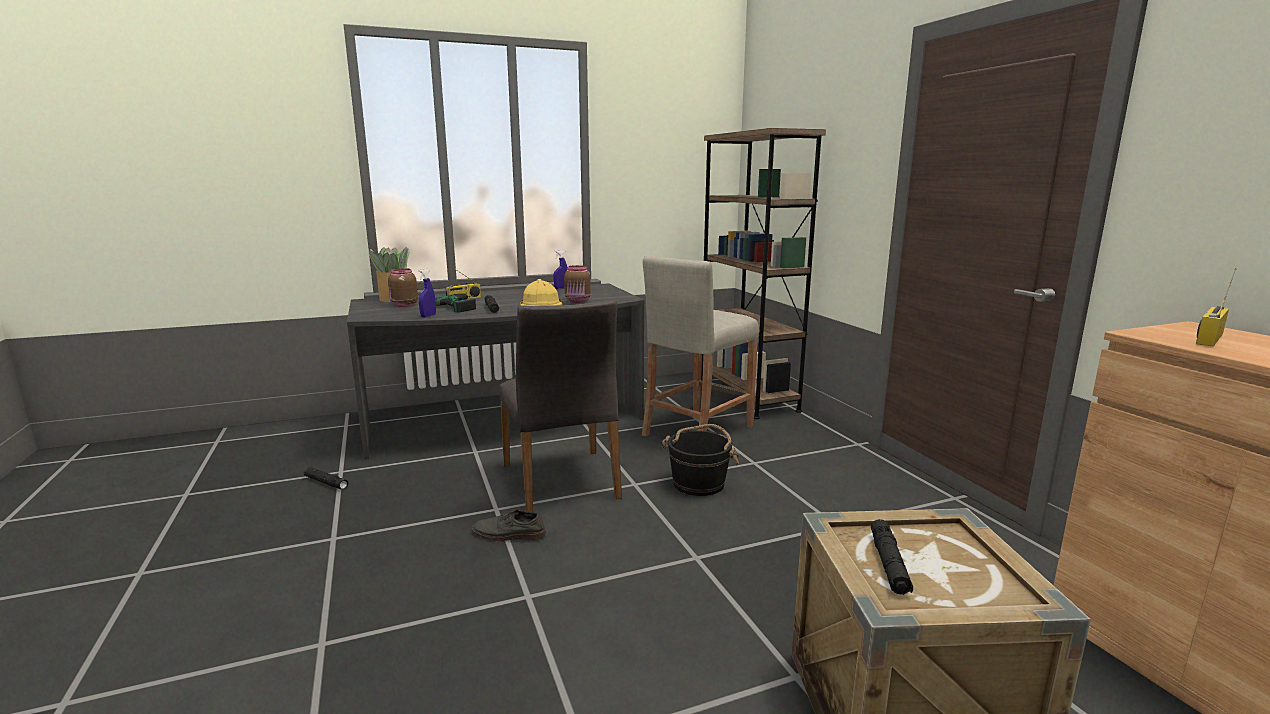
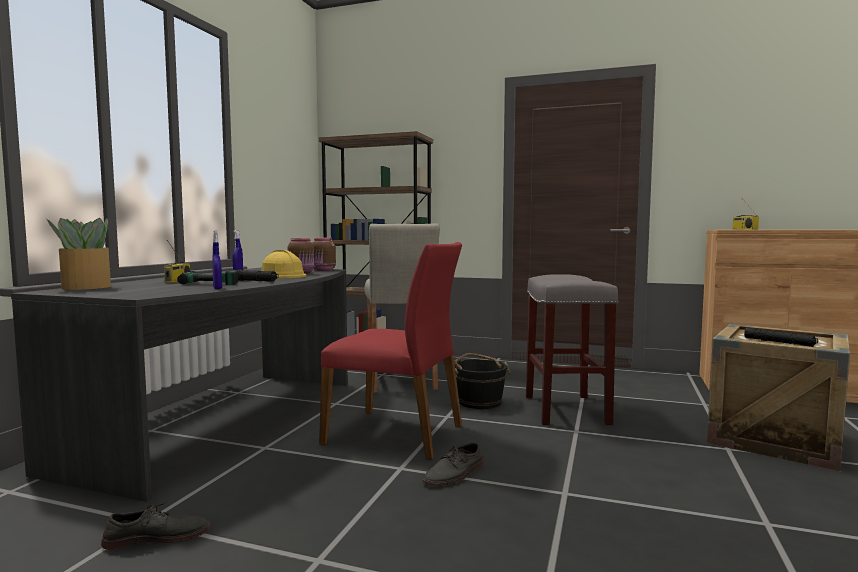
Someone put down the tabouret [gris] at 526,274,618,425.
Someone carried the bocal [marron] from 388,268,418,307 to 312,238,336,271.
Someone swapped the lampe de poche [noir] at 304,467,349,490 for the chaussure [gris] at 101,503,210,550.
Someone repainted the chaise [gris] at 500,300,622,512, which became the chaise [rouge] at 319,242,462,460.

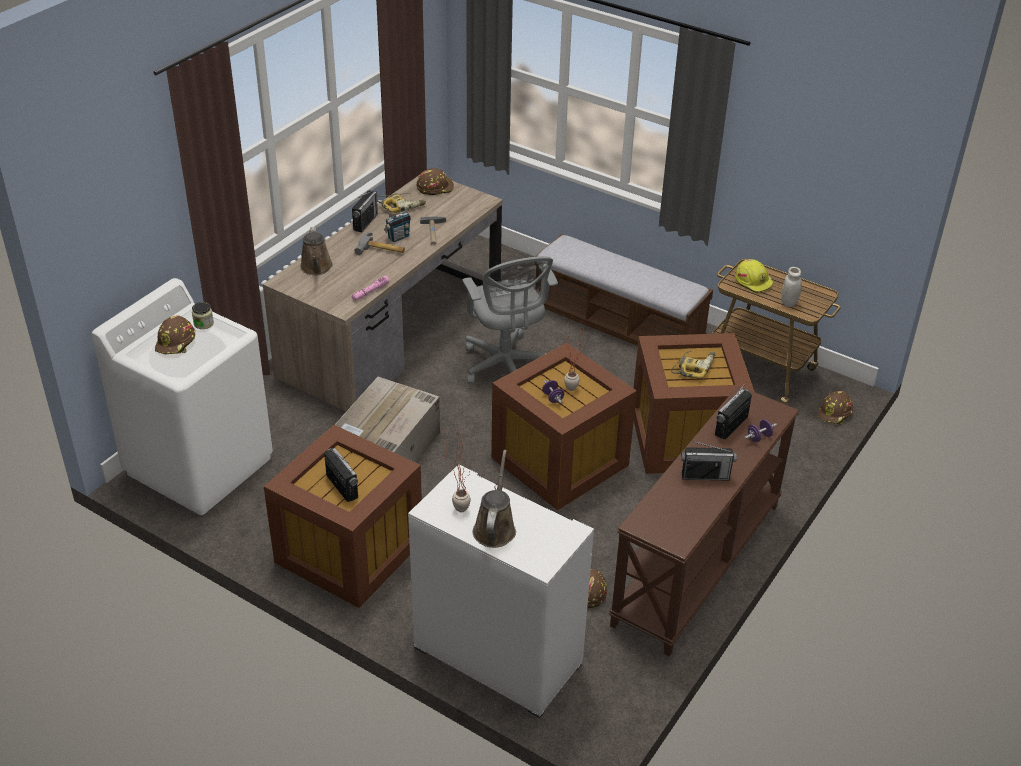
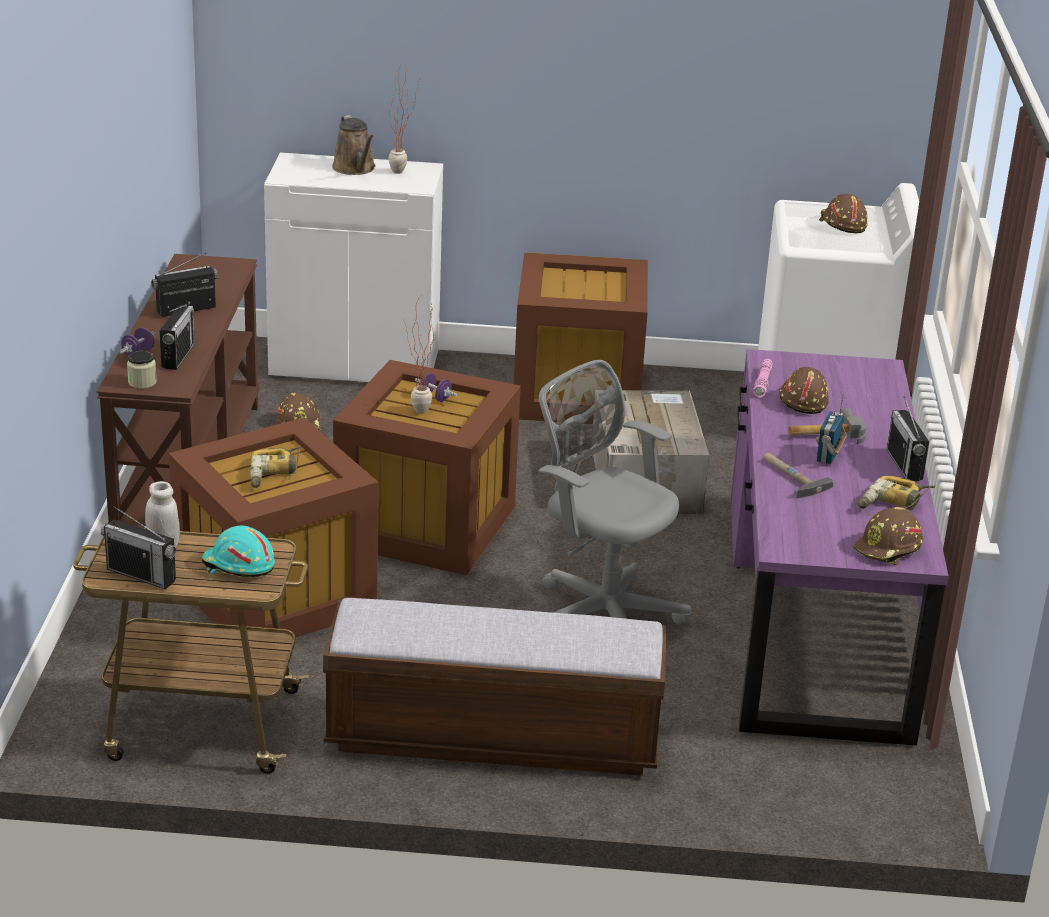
Someone took away the arrosoir [marron] at 300,227,333,275.
Someone carried the bocal from 192,302,214,329 to 127,351,157,389.
Someone carried the radio from 324,448,358,502 to 101,506,176,589.
Someone carried the casque de chantier [marron] from 817,391,854,425 to 779,367,829,414.
Someone repainted the bureau [marron] at 263,176,503,412, which became the bureau [violet] at 730,349,949,746.
Someone repainted the casque de chantier [jaune] at 735,259,773,293, which became the casque de chantier [turquoise] at 202,526,275,577.

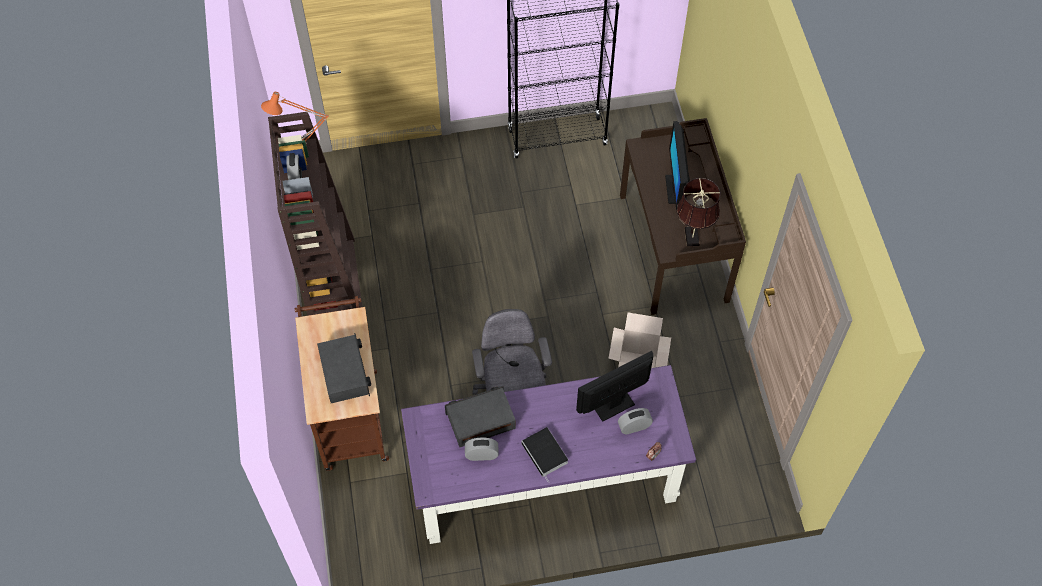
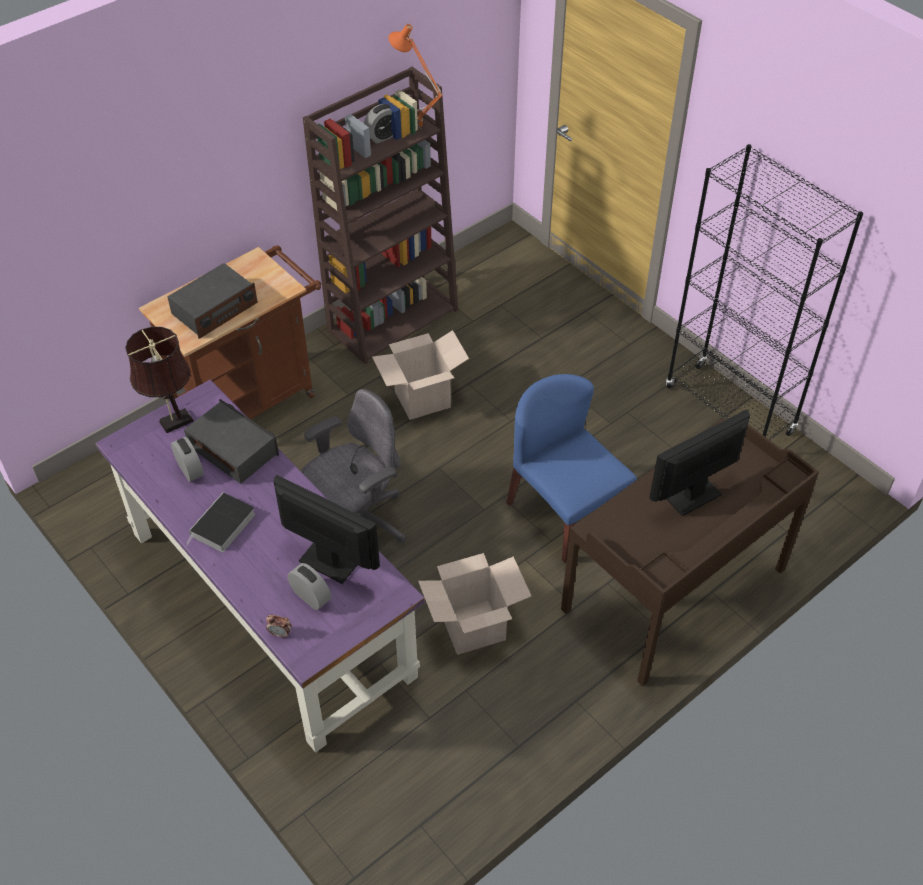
Someone put down the carton at 372,330,469,420.
Someone put down the chaise [bleu] at 506,374,637,563.
Someone carried the lampe de table [marron] from 677,178,721,246 to 125,327,194,433.

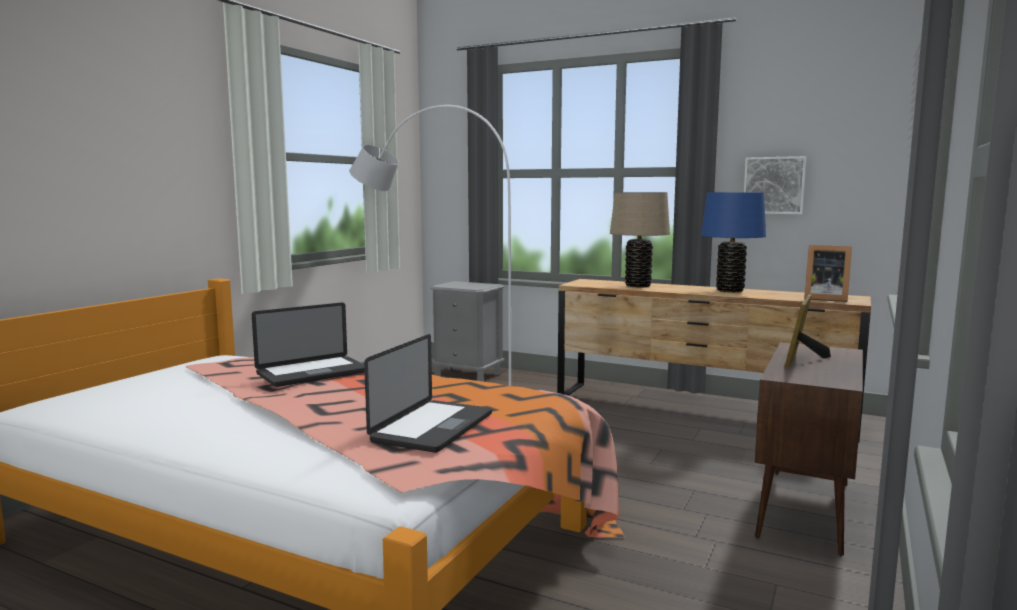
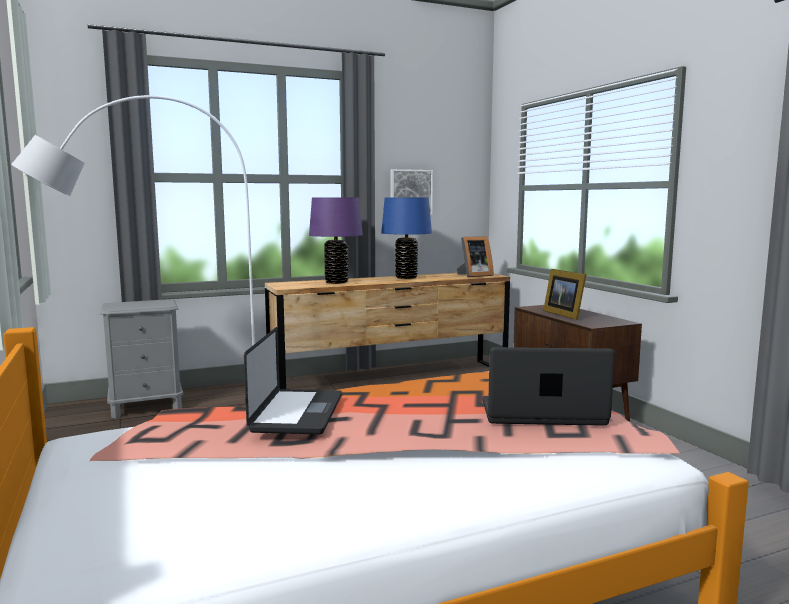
Someone repainted the lampe de table [beige] at 610,192,670,287, which became the lampe de table [violet] at 309,197,363,284.
Someone rotated the ordinateur portable at 364,334,492,453 by 60 degrees counterclockwise.

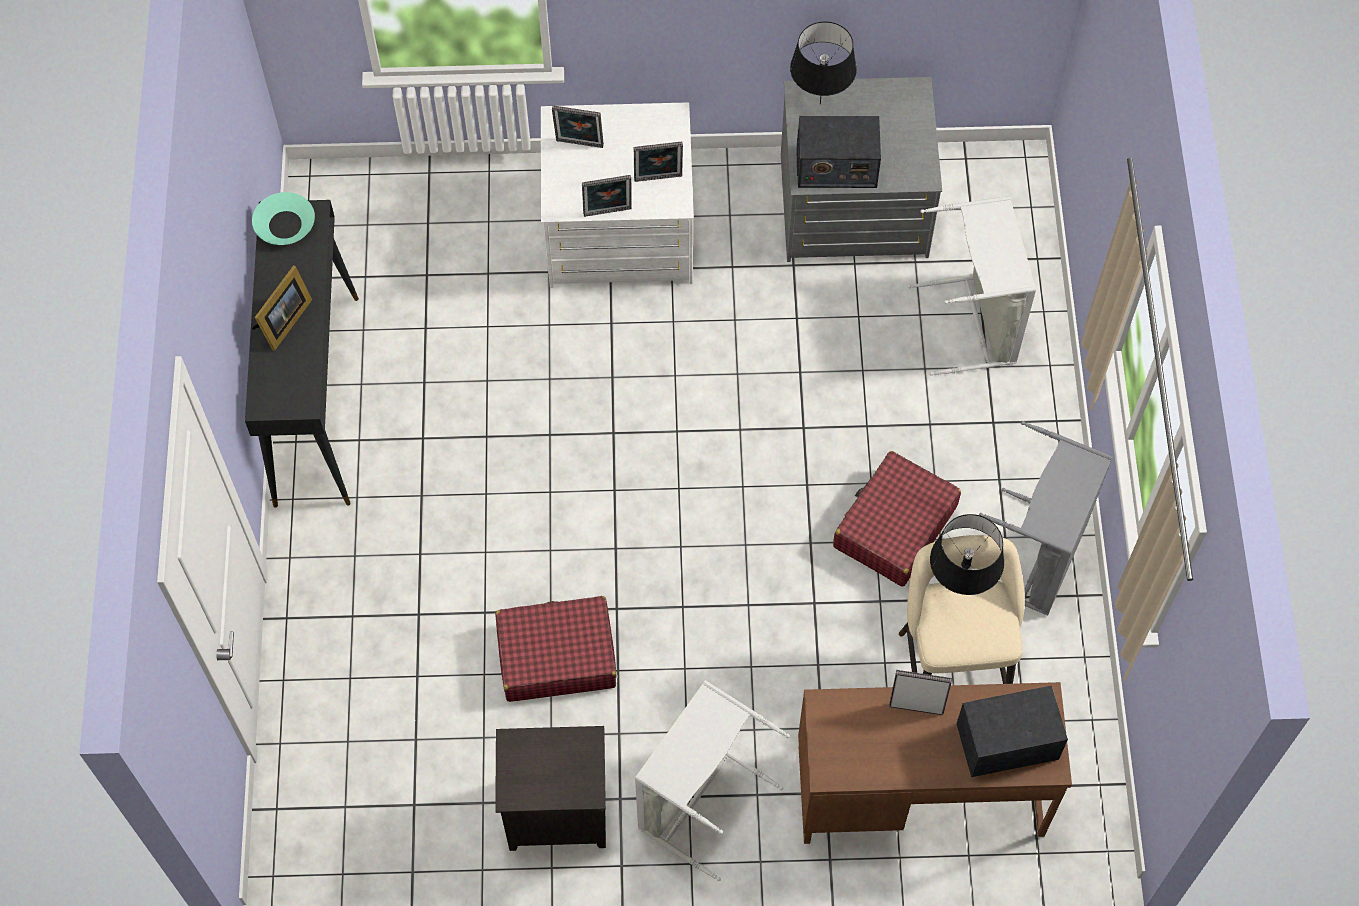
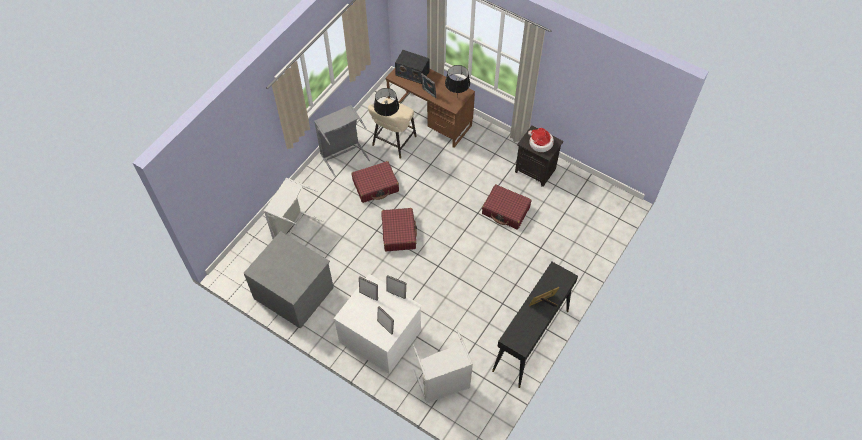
Someone took away the bol [turquoise] at 252,192,315,245.
Someone took away the radio at 796,116,881,188.
Someone put down the valise [rouge] at 381,208,417,251.
Someone put down the chapeau at 528,128,554,152.
Someone carried the panier à linge [gris] from 635,680,790,881 to 413,329,473,404.
Someone carried the lampe de table [noir] from 790,22,857,104 to 445,65,470,93.

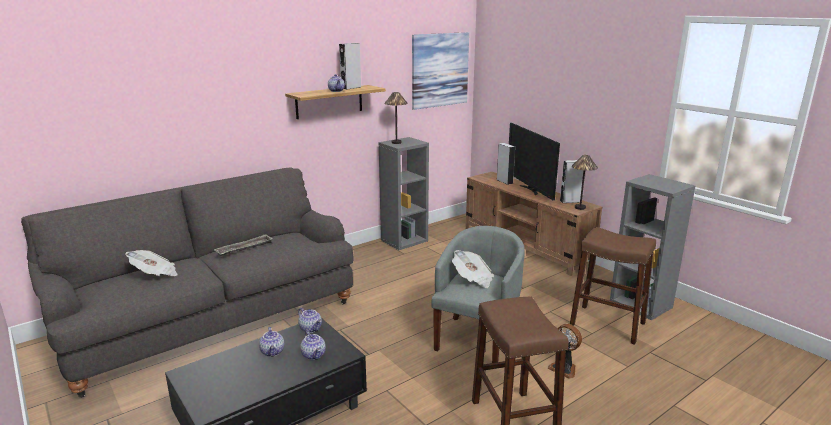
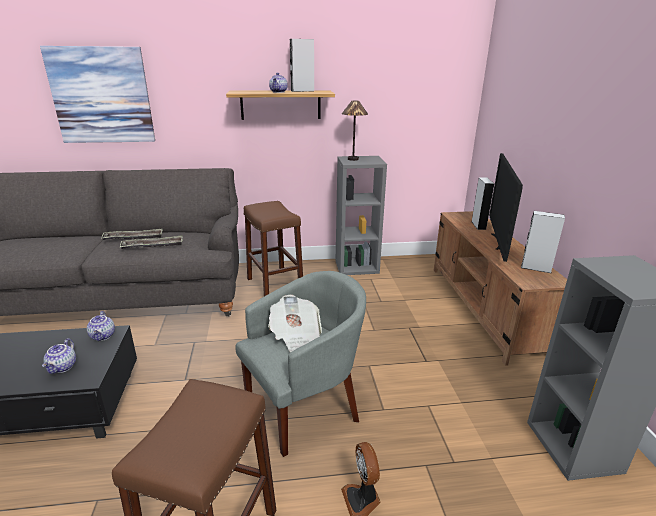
Someone took away the journal at 125,250,178,276.
Someone took away the théière at 259,327,284,357.
Someone took away the lampe de table at 572,155,598,210.
Someone put down the plateau at 120,235,183,249.
Someone carried the tableau from 412,32,469,110 to 40,46,155,143.
Someone carried the tabouret [marron] from 570,227,656,345 to 244,201,303,296.

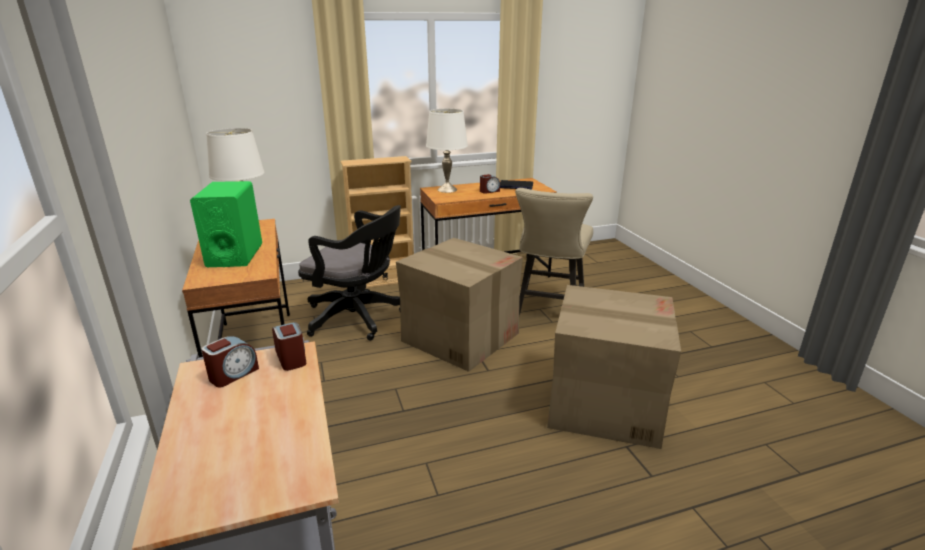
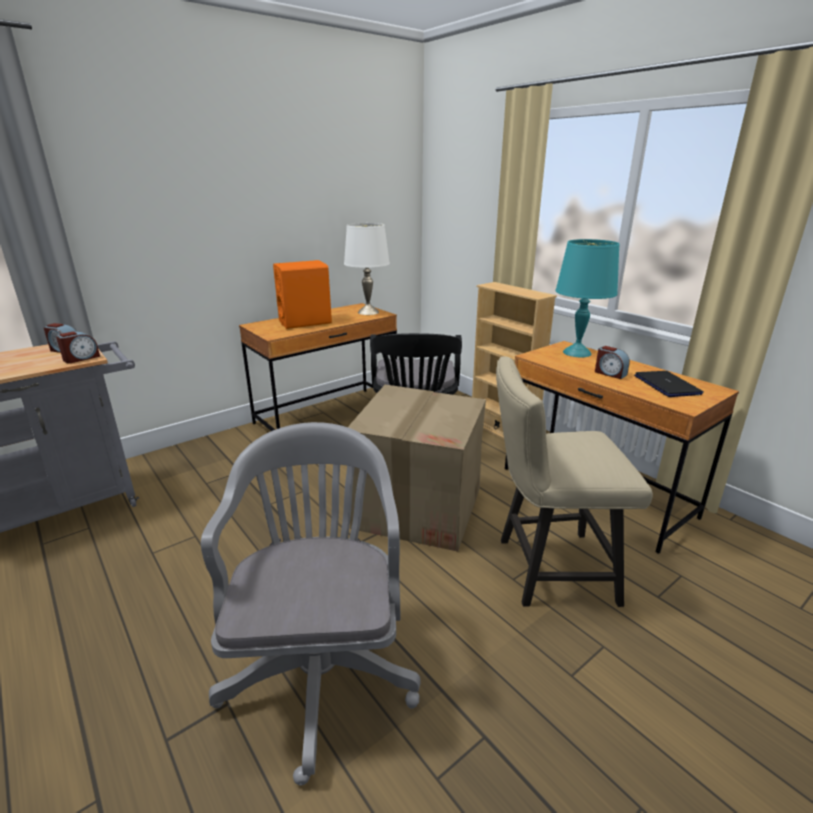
Someone swapped the carton at 547,285,681,449 for the chaise de bureau [gris] at 201,422,421,786.
Someone repainted the enceinte [vert] at 190,181,262,267, which became the enceinte [orange] at 273,260,332,329.
Someone repainted the lampe de table [blanc] at 426,109,468,193, which became the lampe de table [turquoise] at 555,239,620,357.

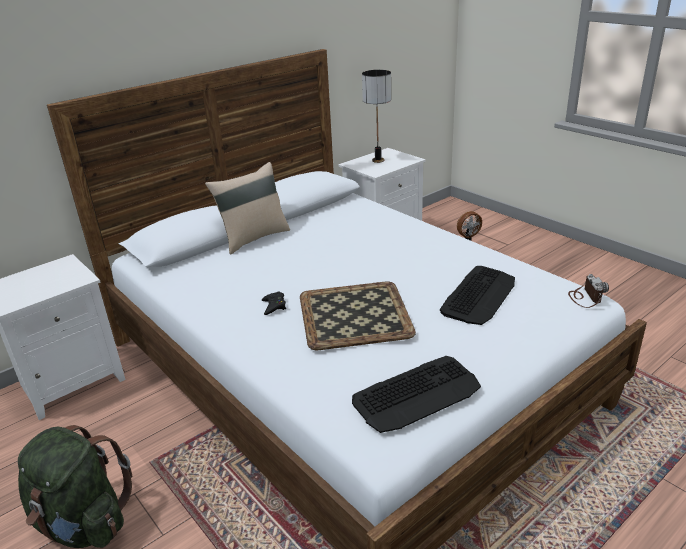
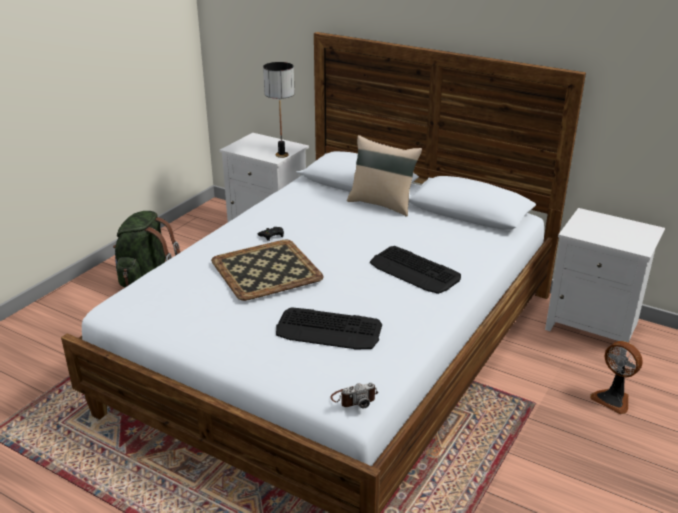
Someone carried the clavier from 352,356,481,433 to 370,246,461,294.
Someone carried the lampe de table from 362,70,391,163 to 263,62,294,158.

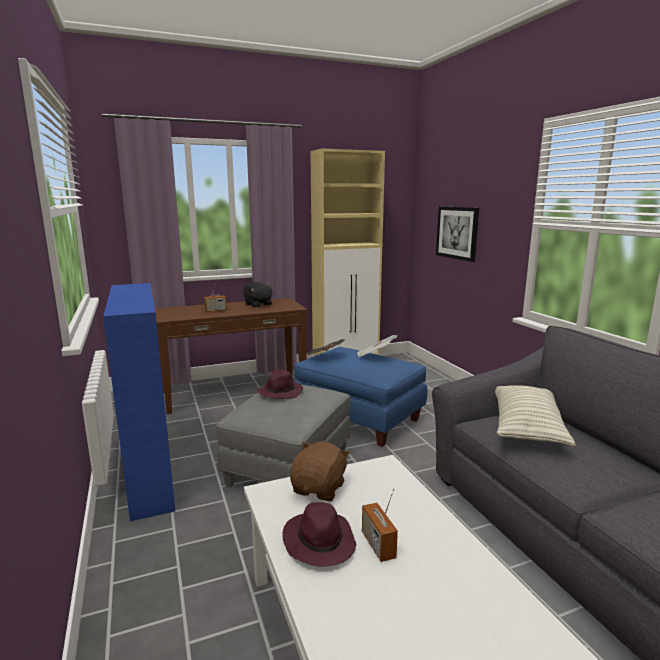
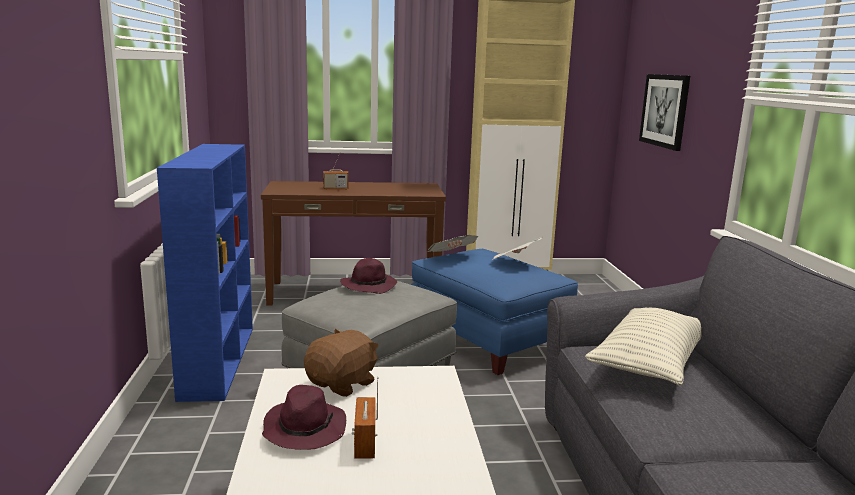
Someone took away the peluche [noir] at 244,282,273,307.

